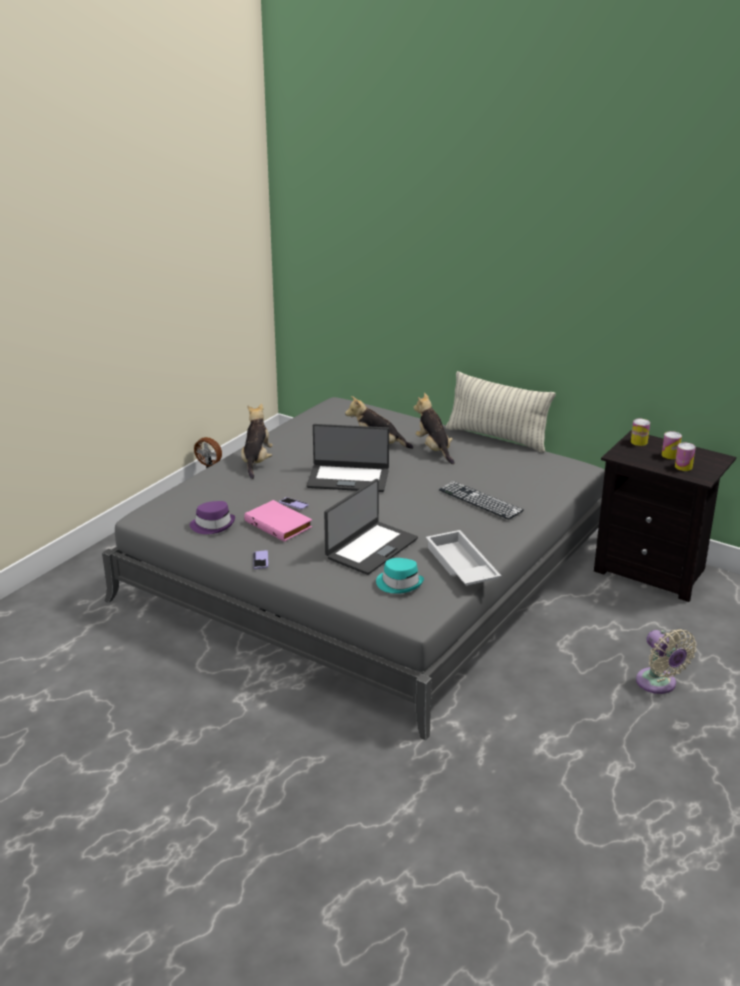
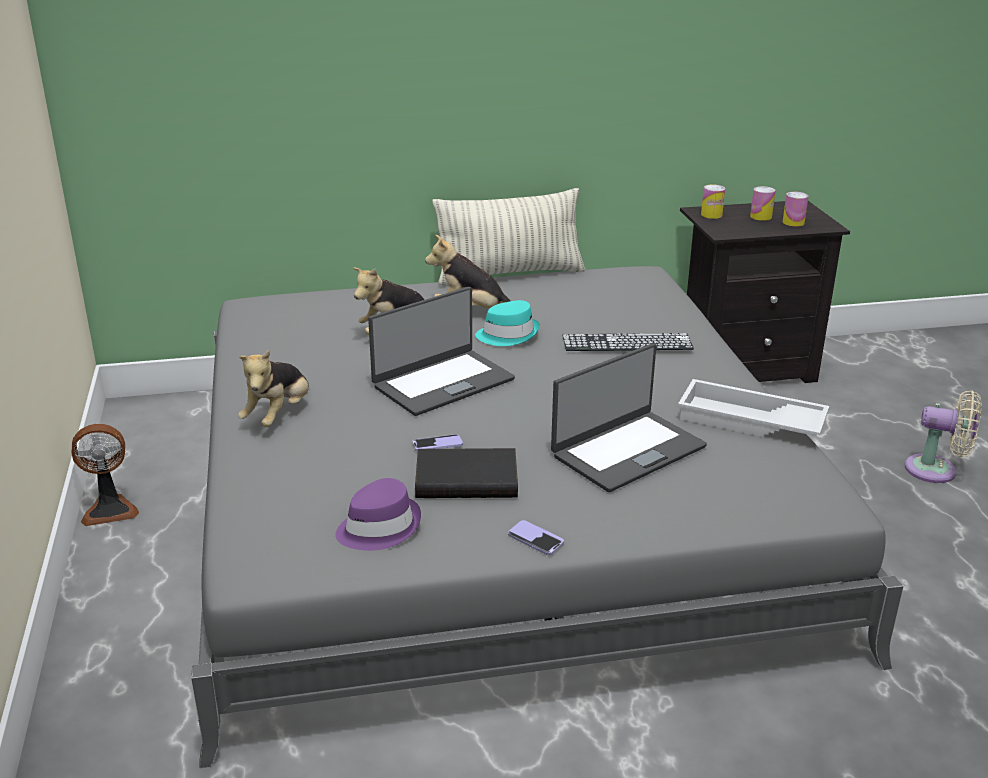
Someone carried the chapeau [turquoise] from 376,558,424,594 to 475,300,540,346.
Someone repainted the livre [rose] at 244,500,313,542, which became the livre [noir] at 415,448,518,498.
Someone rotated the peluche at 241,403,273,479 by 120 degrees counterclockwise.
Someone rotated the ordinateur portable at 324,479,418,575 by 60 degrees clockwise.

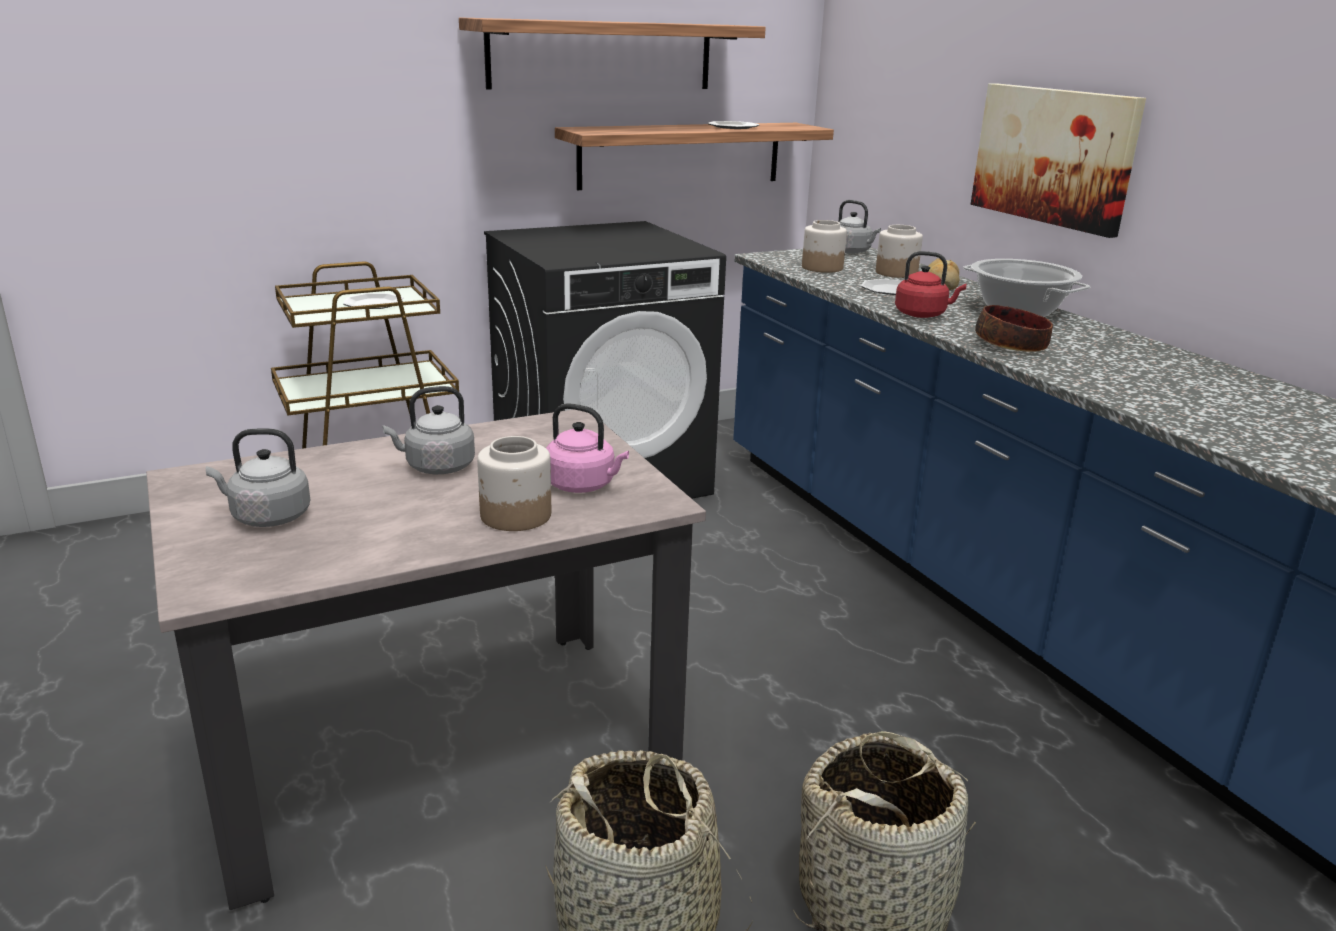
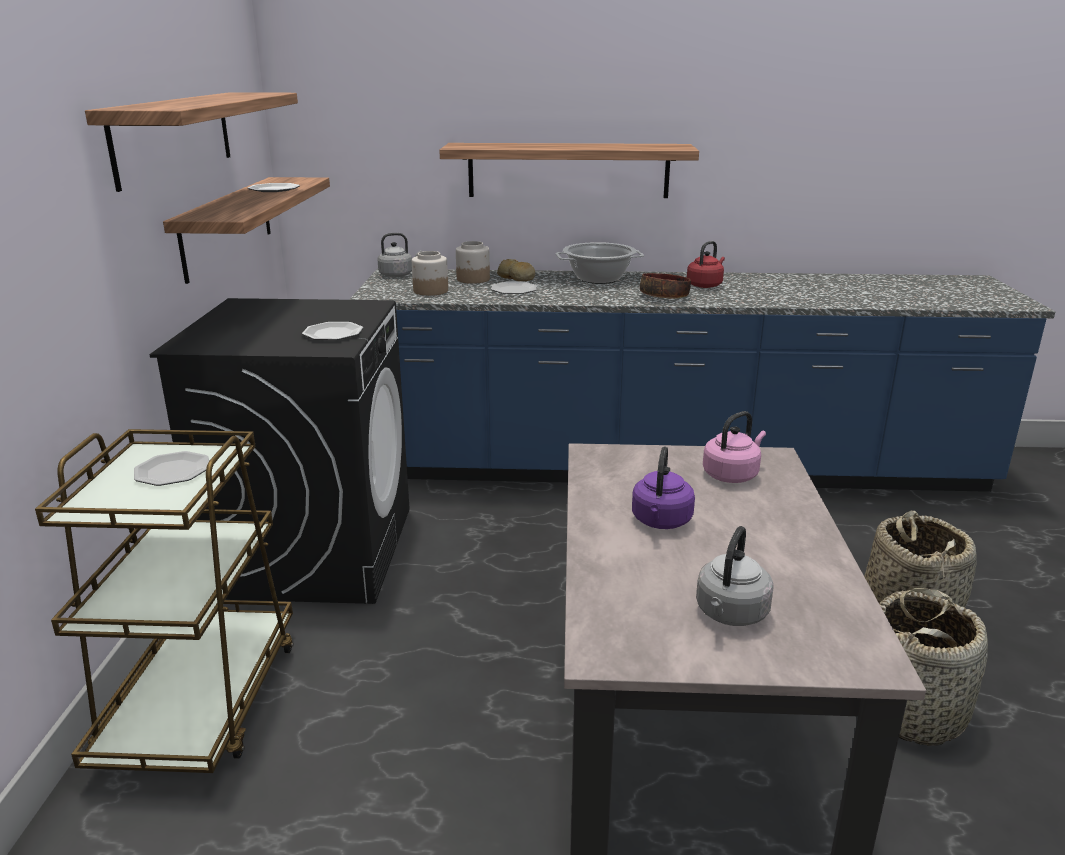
Someone took away the bocal at 477,436,551,531.
Someone put down the assiette at 302,322,363,340.
Someone carried the bouilloire [rouge] from 895,251,966,318 to 687,241,725,288.
Someone swapped the tableau at 971,83,1146,238 for the étagère at 439,143,699,198.
Someone repainted the bouilloire [gris] at 383,386,475,474, which became the bouilloire [violet] at 632,446,695,529.

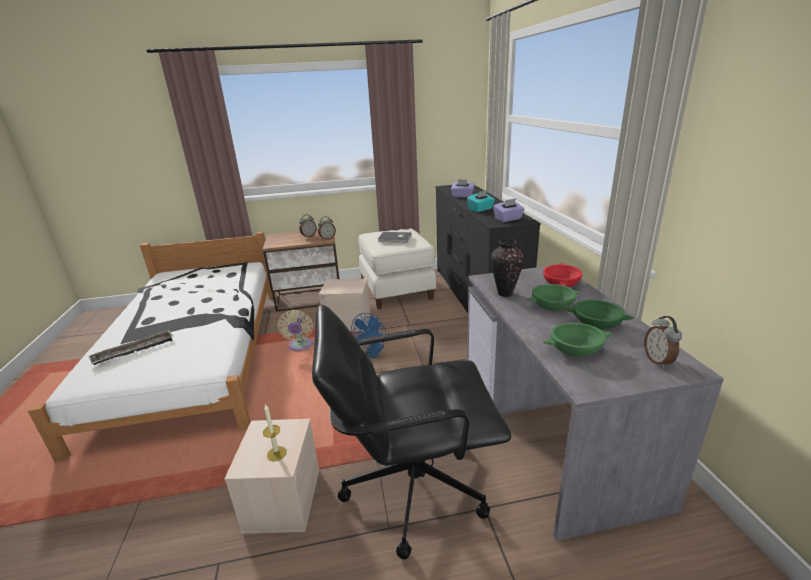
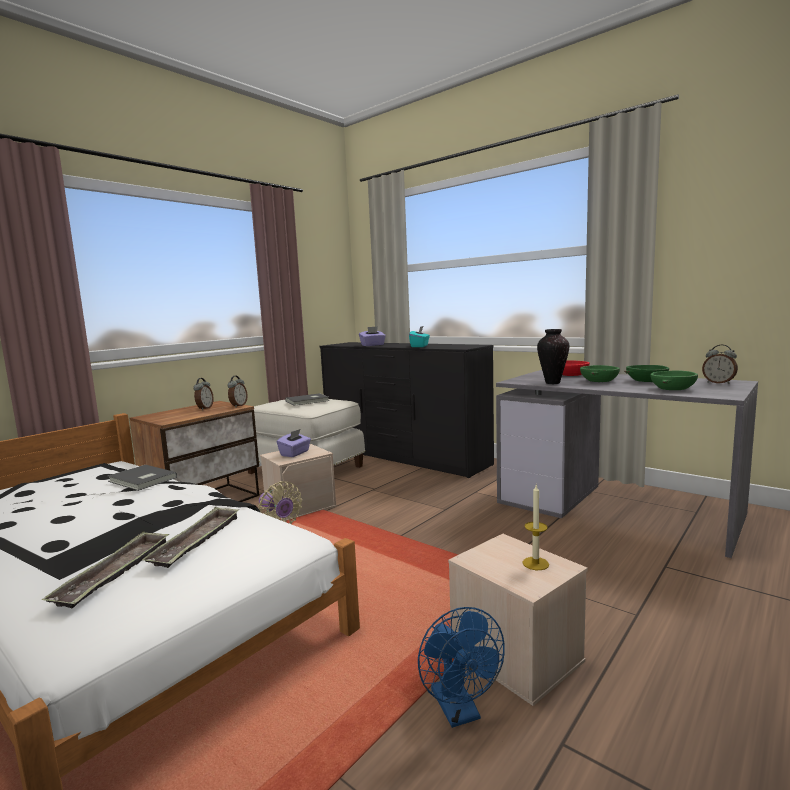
Someone took away the chaise de bureau [noir] at 312,304,511,559.
Someone put down the livre [gris] at 108,465,177,491.
Someone put down the plateau at 142,507,239,568.
Someone carried the ventilateur [bleu] from 351,313,386,358 to 418,607,505,728.
Someone carried the boîte à mouchoirs [violet] from 493,199,525,222 to 277,429,311,457.

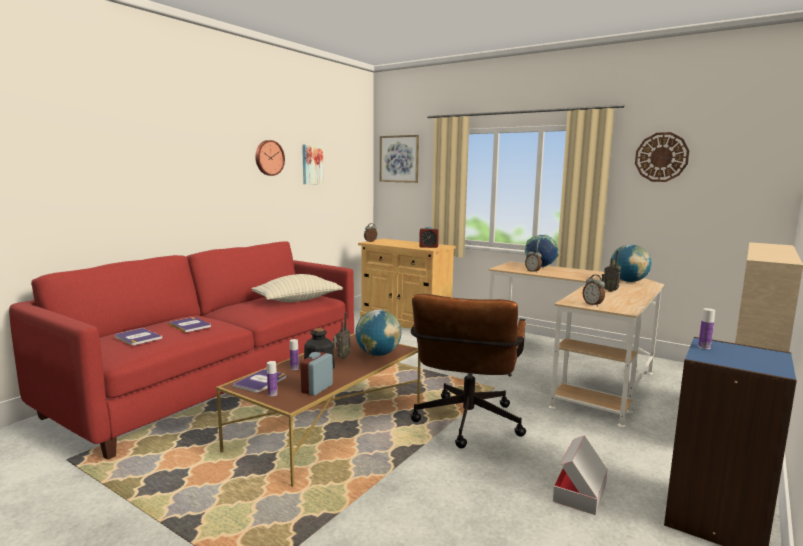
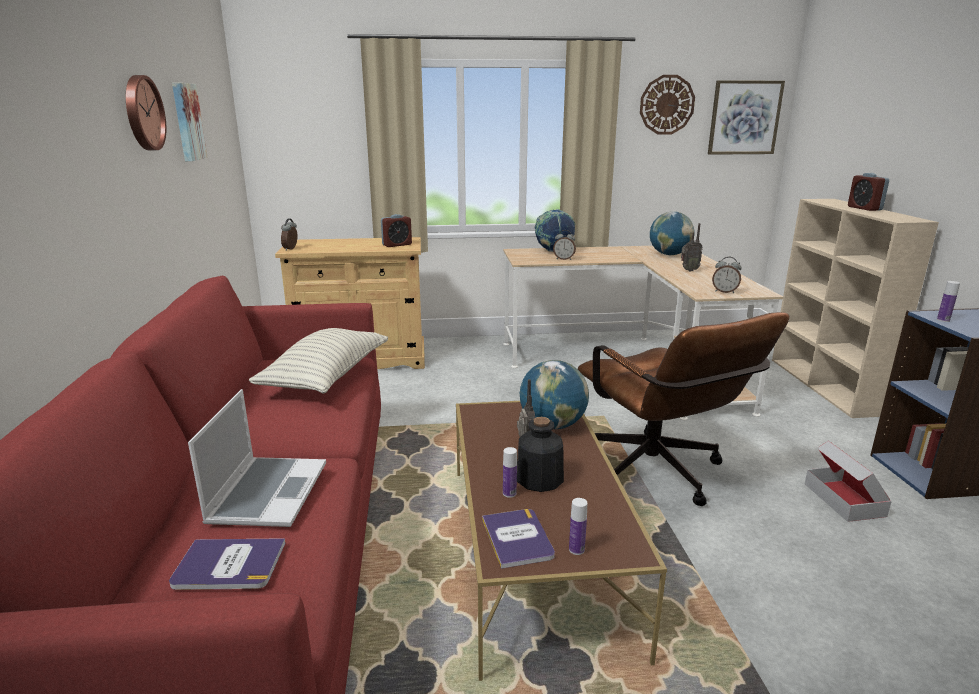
Someone carried the réveil from 300,352,333,396 to 848,173,889,211.
Someone carried the tableau from 380,135,419,183 to 708,80,785,155.
Someone swapped the livre at 168,317,211,333 for the ordinateur portable at 188,389,326,527.

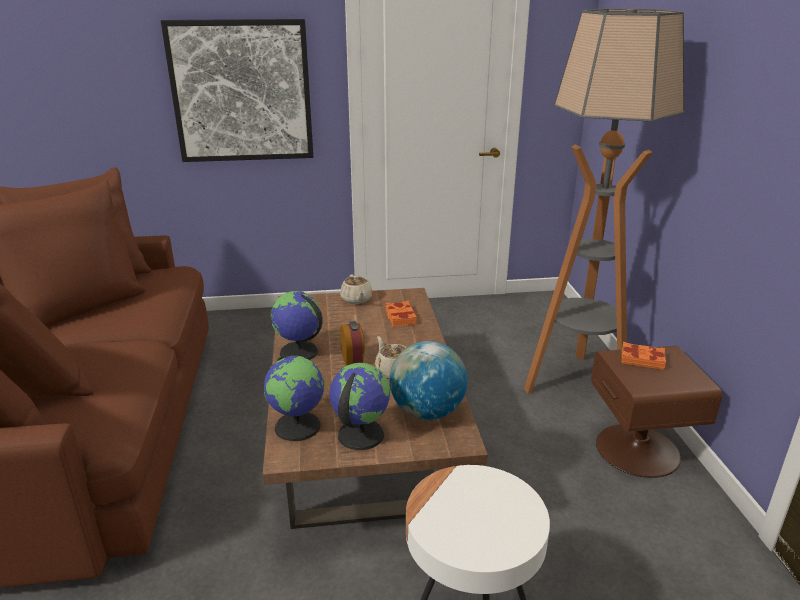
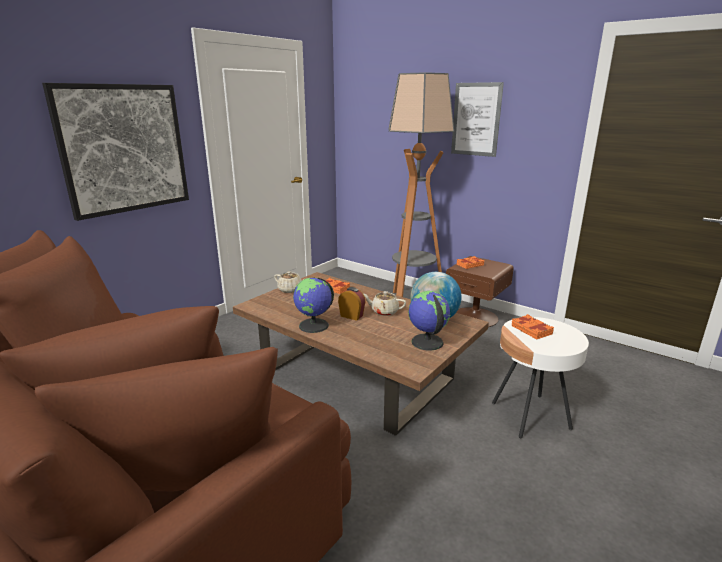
Someone took away the globe at 264,355,325,441.
Someone put up the tableau at 451,82,504,157.
Someone put down the livre [orange] at 511,314,554,339.

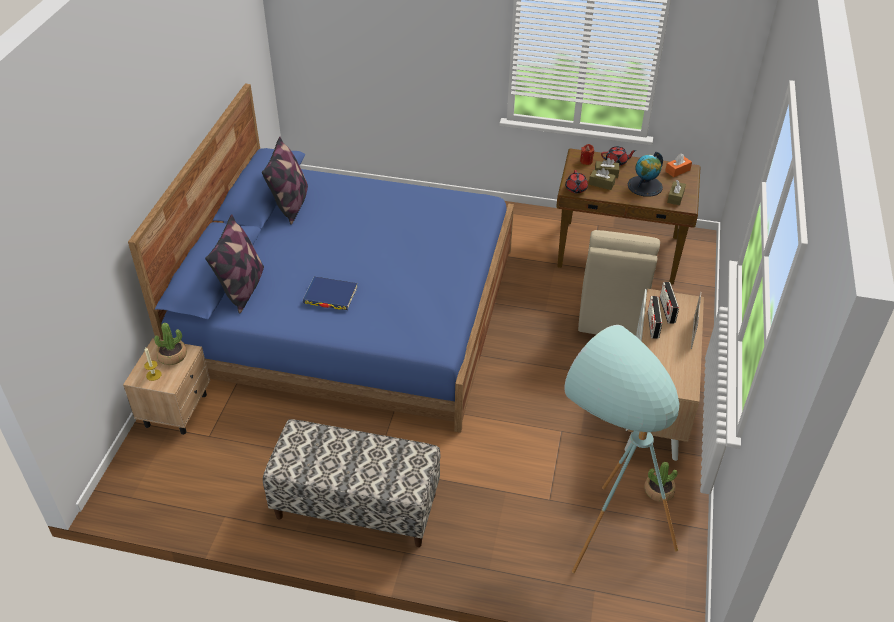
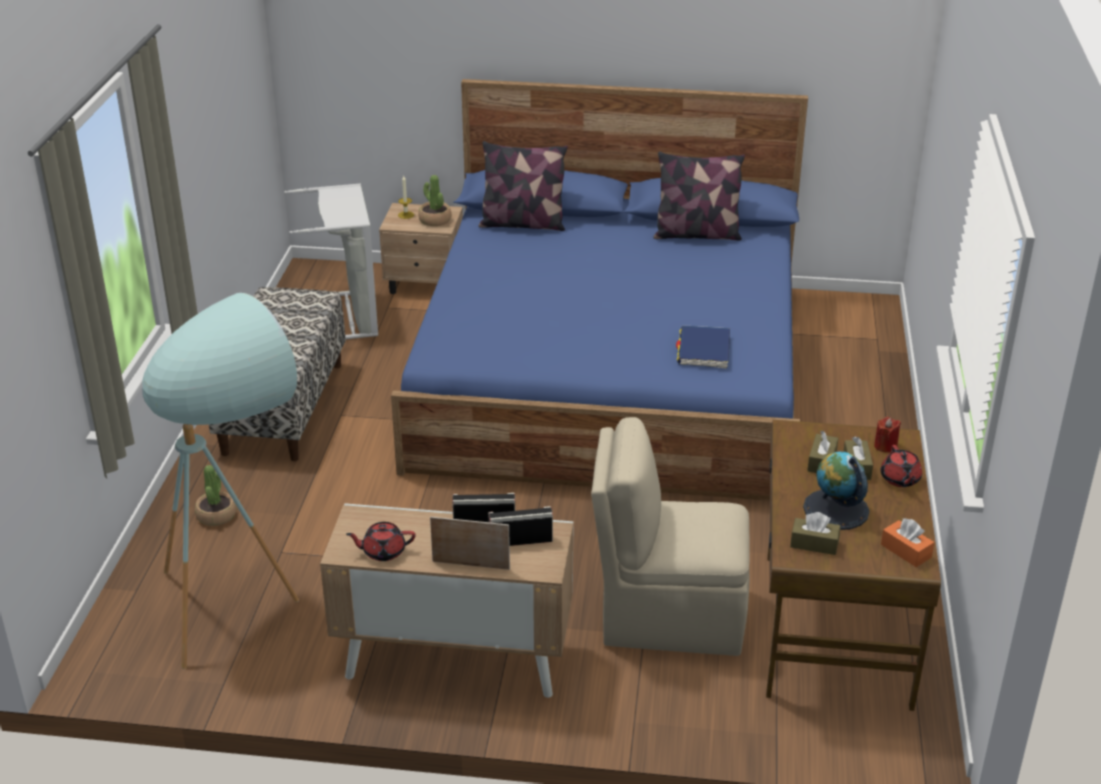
Someone put down the panier à linge [gris] at 284,183,378,339.
Someone carried the livre [bleu] from 303,277,357,310 to 676,325,730,369.
Someone carried the théière [rouge] from 565,170,588,193 to 346,522,415,561.
Someone carried the plante en pot from 645,462,678,502 to 195,465,236,526.

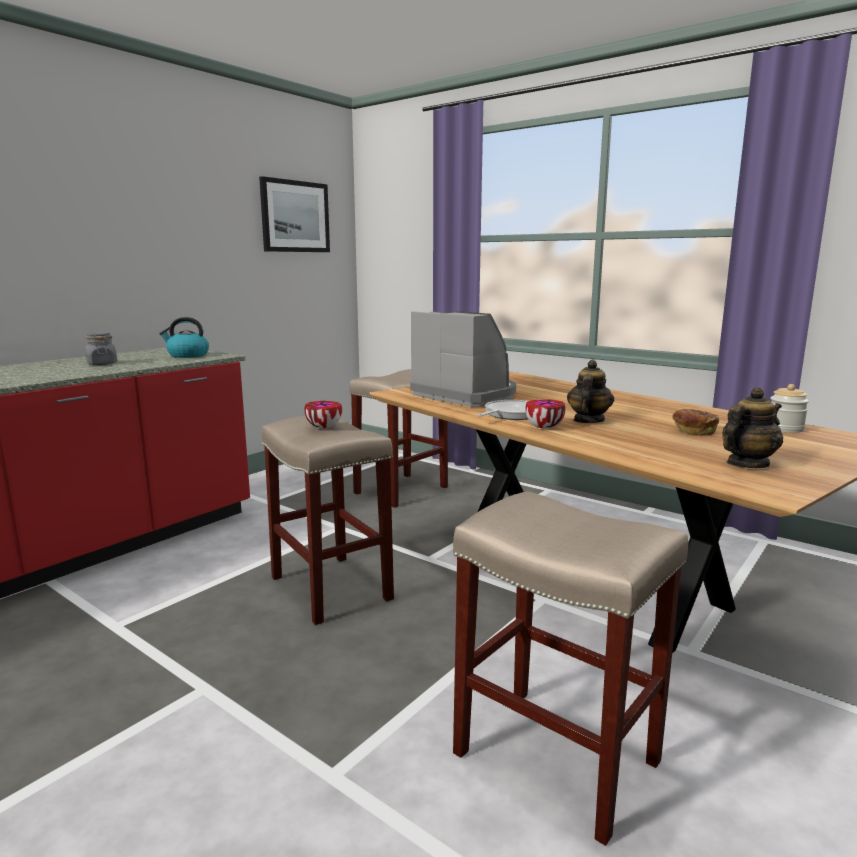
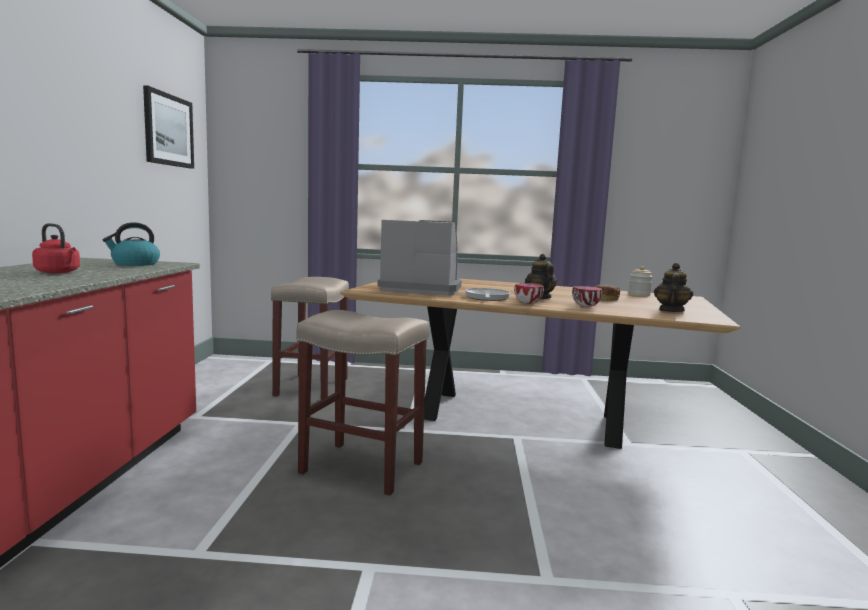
Someone took away the tabouret [beige] at 453,491,688,846.
Someone carried the bol from 304,401,342,428 to 572,286,602,307.
Someone swapped the bocal [gris] at 85,332,117,365 for the bouilloire [rouge] at 32,223,80,274.

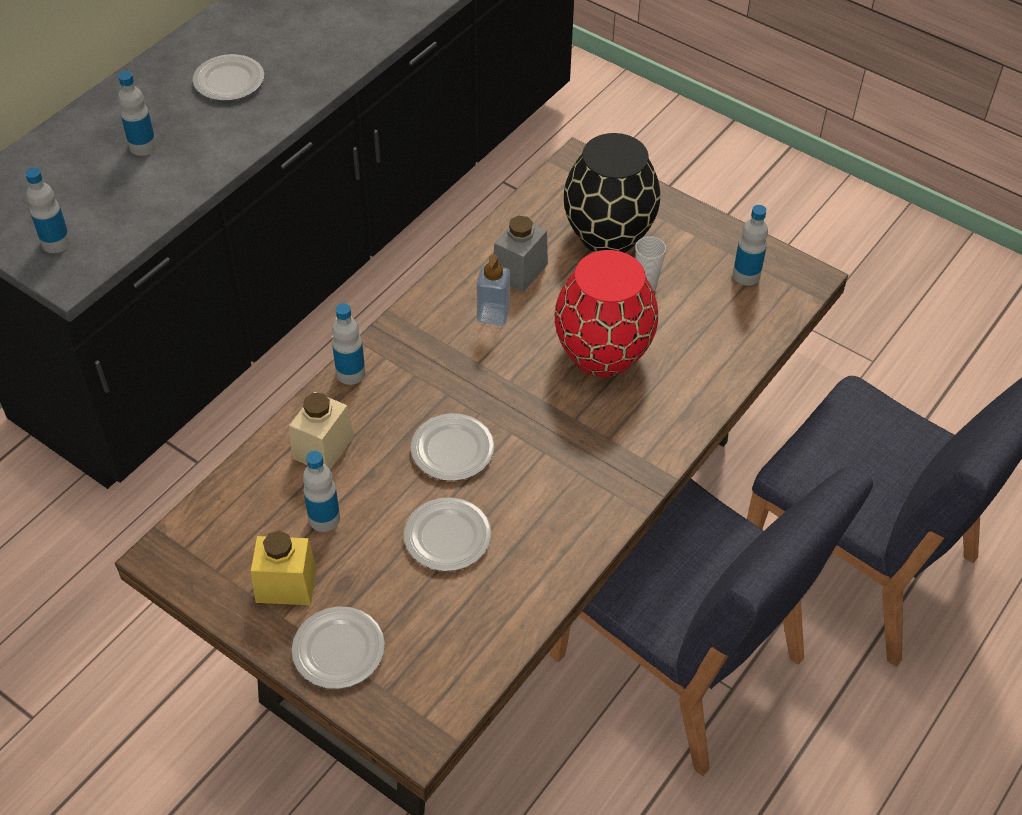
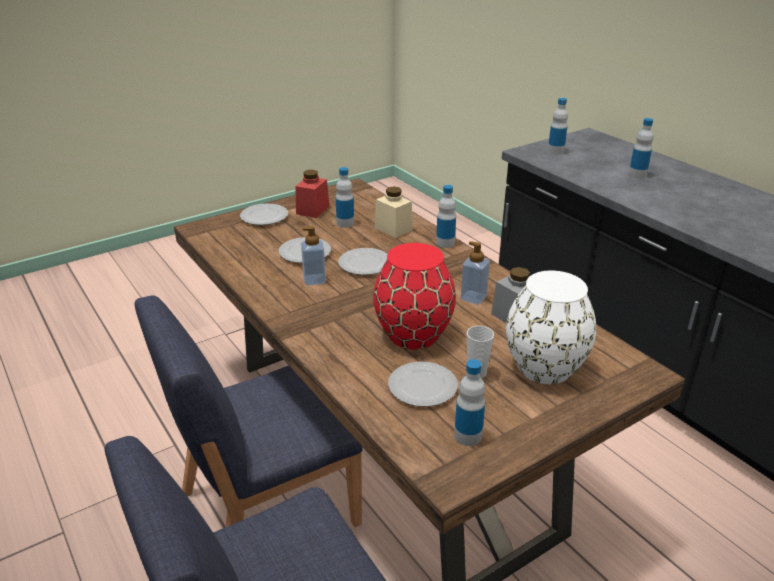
Someone put down the distributeur de savon at 301,226,326,286.
Someone carried the assiette from 192,54,264,101 to 388,362,458,407.
Someone repainted the bocal [jaune] at 251,531,316,605, which became the bocal [rouge] at 295,170,329,218.
Someone repainted the vase [noir] at 564,133,660,253, which became the vase [blanc] at 506,271,596,384.

